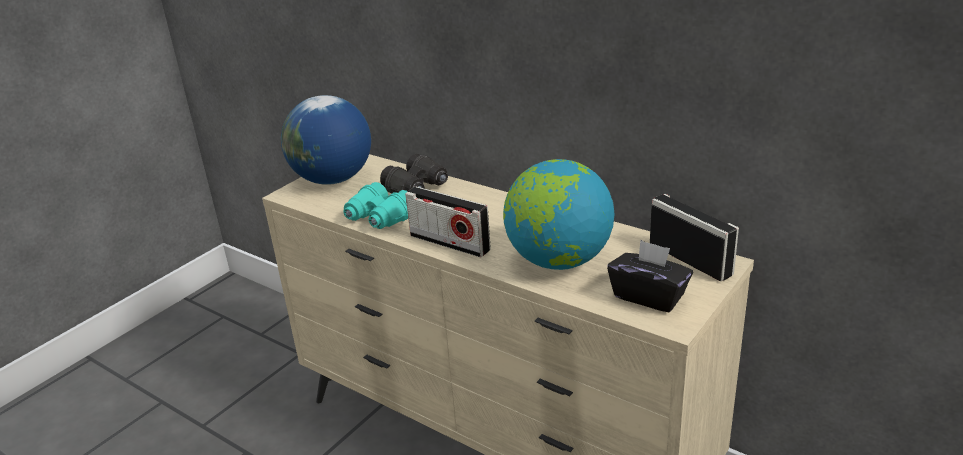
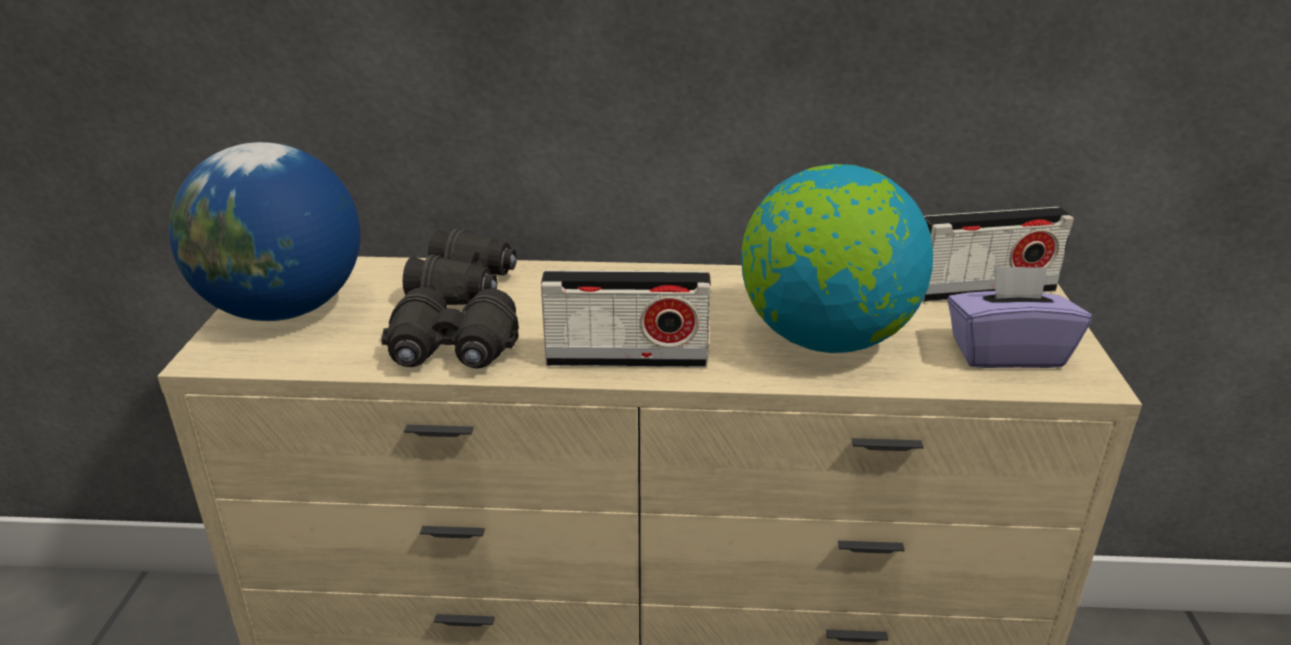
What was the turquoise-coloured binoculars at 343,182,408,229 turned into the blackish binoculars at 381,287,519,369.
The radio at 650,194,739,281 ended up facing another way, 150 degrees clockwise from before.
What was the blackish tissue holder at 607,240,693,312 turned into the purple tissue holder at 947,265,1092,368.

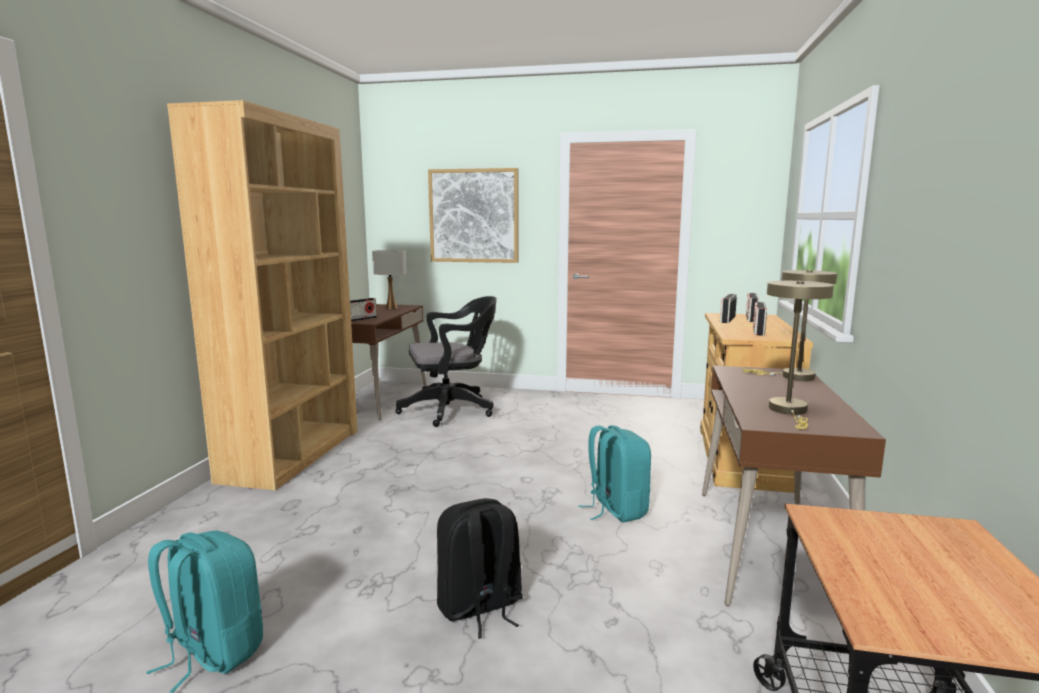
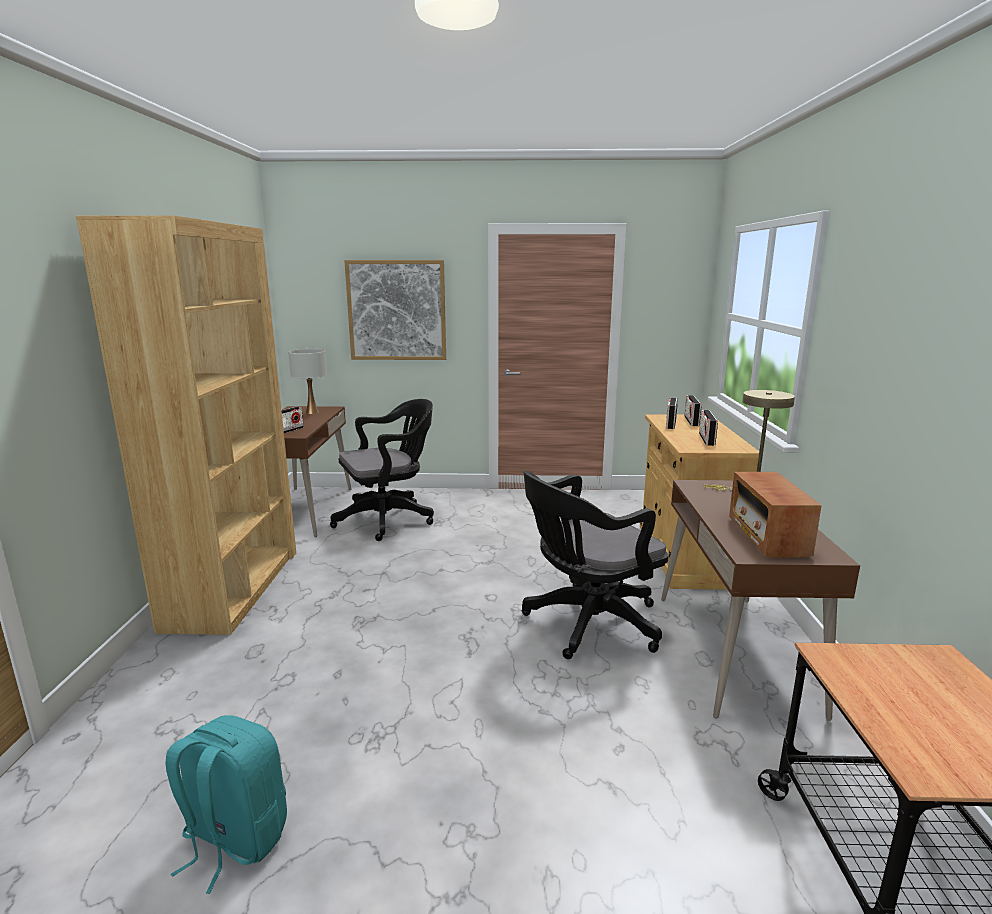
Where the turquoise-coloured rucksack stood at 578,425,651,522, the blackish desk chair came to stand at 522,471,669,659.
Where the beige tabletop lamp stood at 767,281,834,429, the radio came to stand at 729,472,822,557.
The second view lost the blackish rucksack at 437,498,523,639.

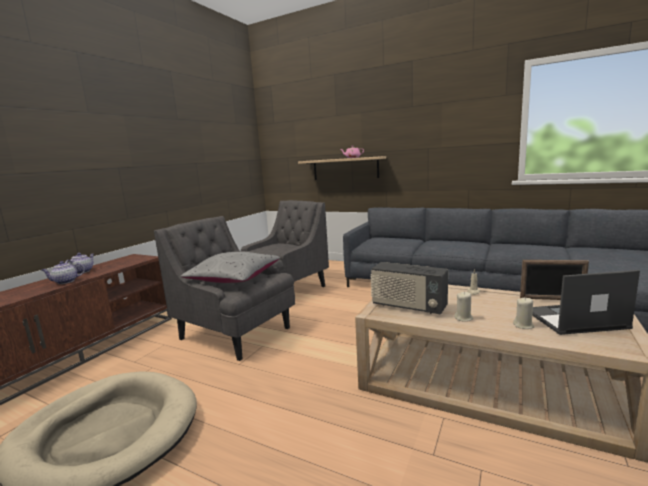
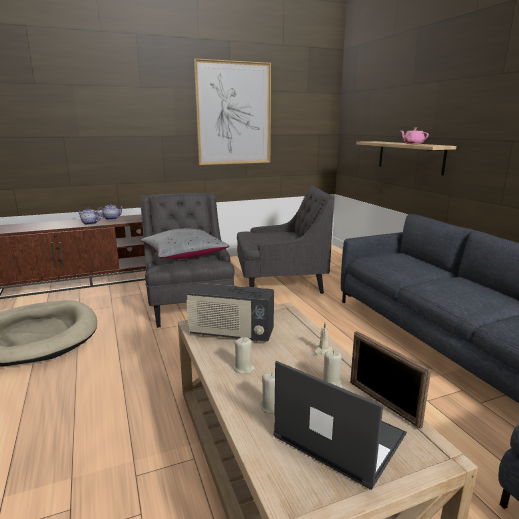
The radio at 371,262,448,314 ended up facing another way, 60 degrees counterclockwise from before.
The second view gained the picture at 194,58,271,165.
The second view gained the beige wax light at 321,350,343,388.

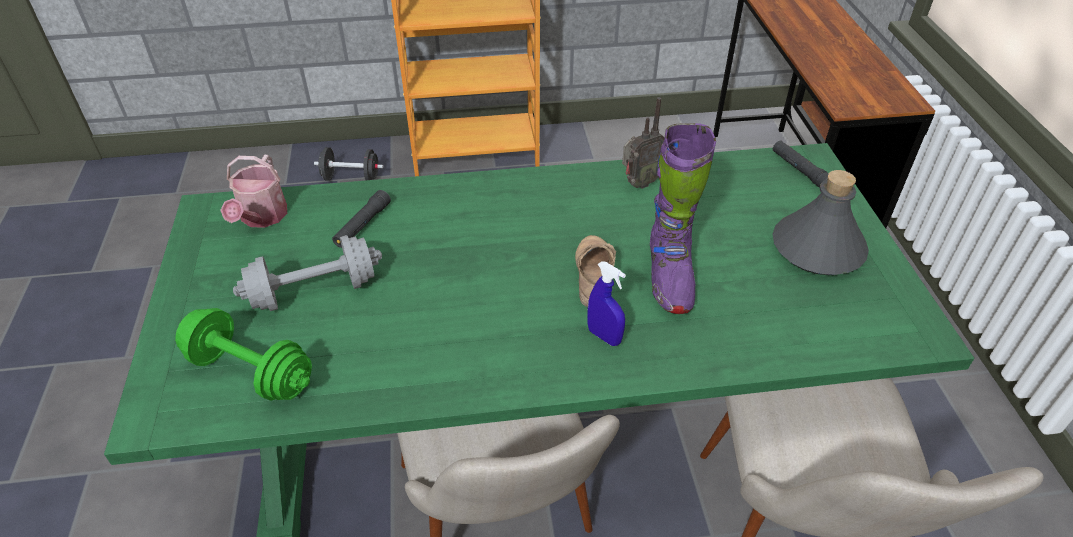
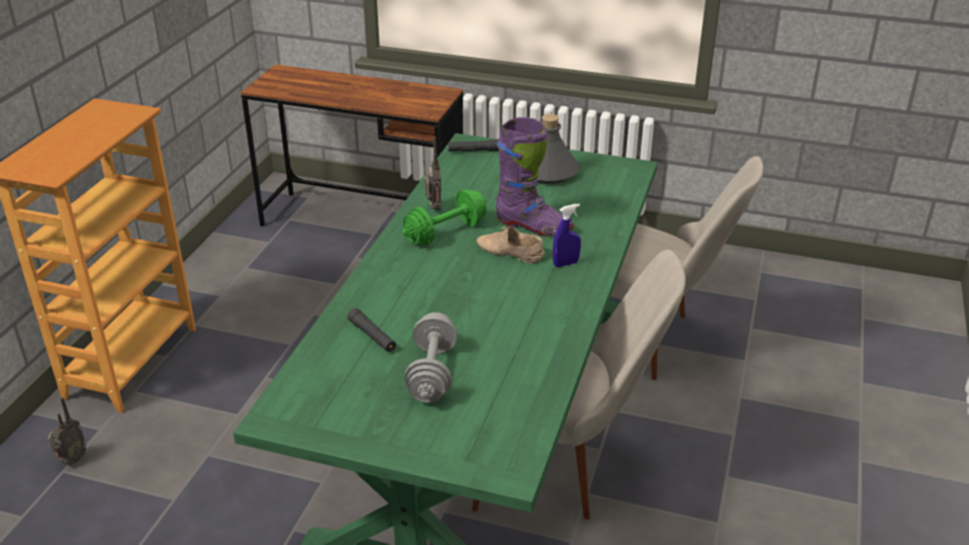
Where the blackish hand weight stood at 314,147,384,181, the radio came to stand at 48,397,86,465.
The green-coloured hand weight ended up elsewhere, having gone from 175,308,312,401 to 402,189,487,244.
The second view lost the watering pot at 220,155,287,228.

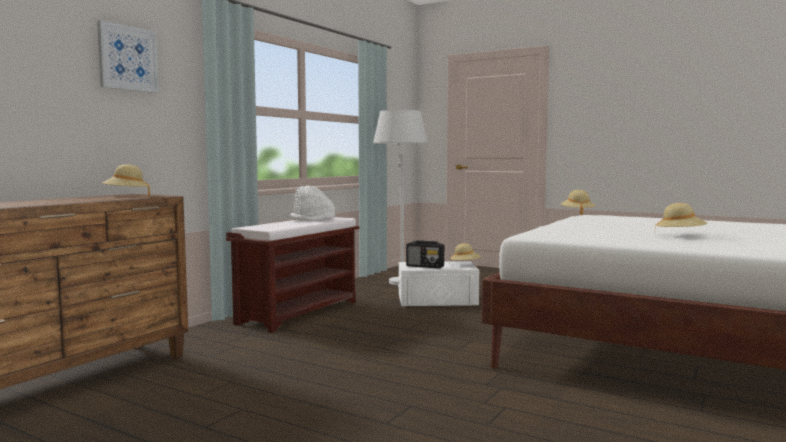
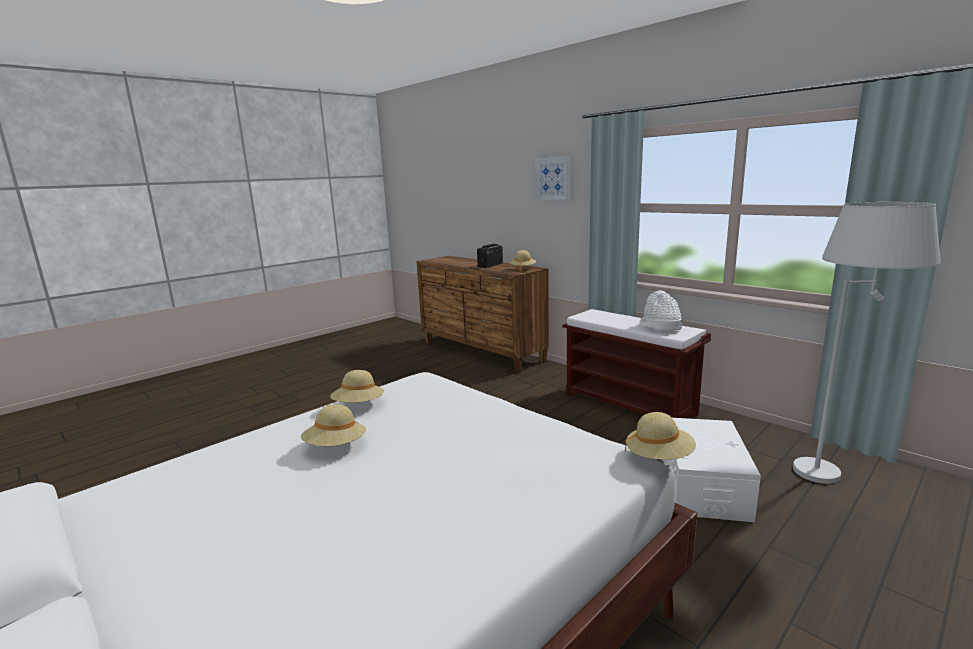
The beige hat ended up elsewhere, having gone from 450,243,481,260 to 330,370,384,403.
The radio ended up elsewhere, having gone from 406,240,444,268 to 477,243,503,268.

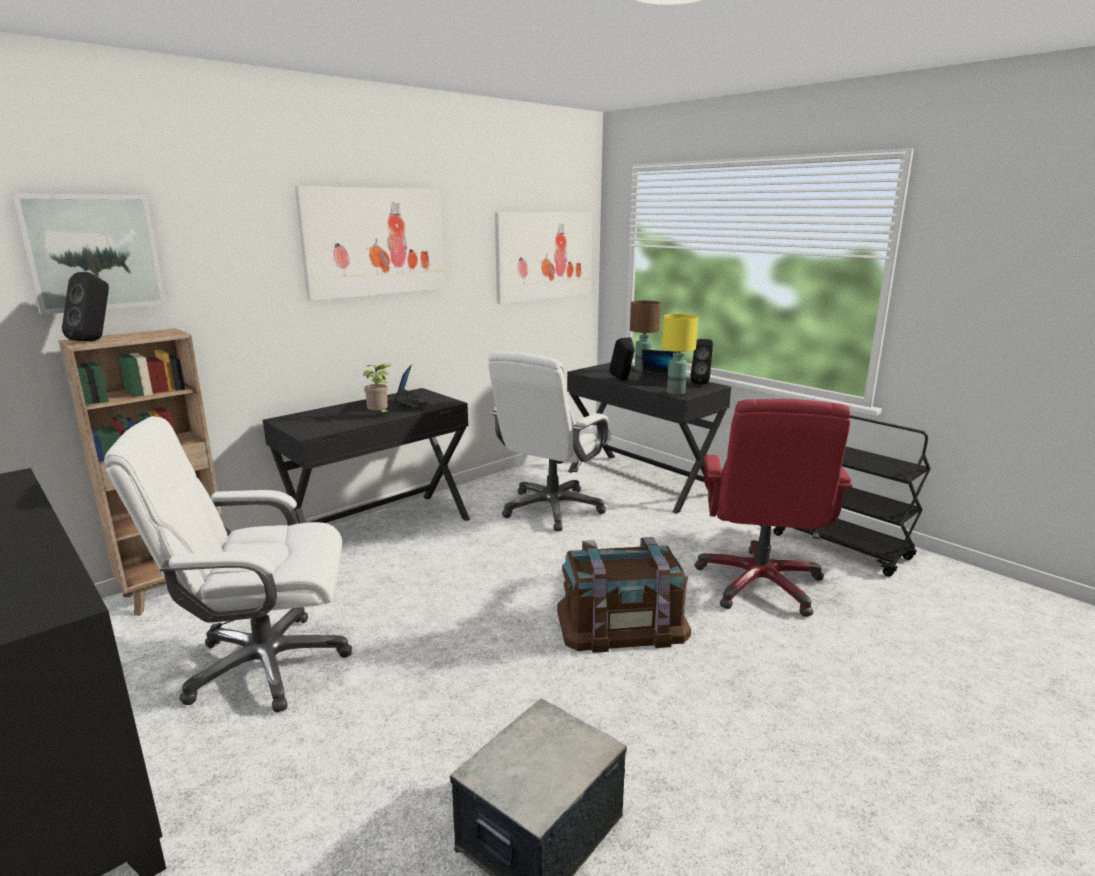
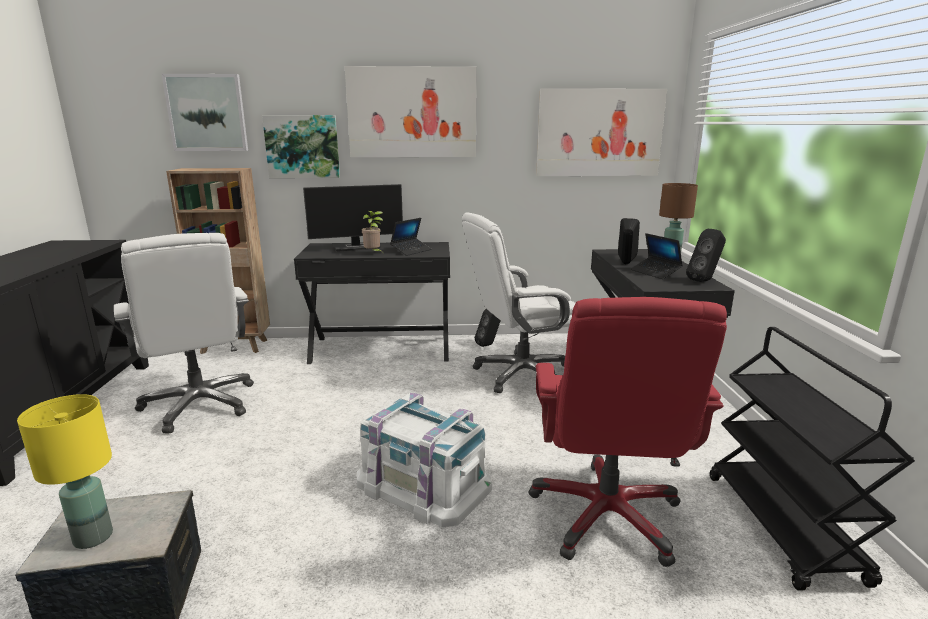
The yellow-coloured tabletop lamp ended up elsewhere, having gone from 662,314,698,395 to 17,394,113,549.
The white desk chair at 104,416,352,713 ended up facing another way, 150 degrees counterclockwise from before.
The second view gained the picture at 262,115,340,178.
The second view gained the monitor at 303,184,403,252.
What was the brownish storage box at 557,537,691,653 turned into the white storage box at 357,393,492,527.
The blackish audio speaker ended up elsewhere, having gone from 62,272,109,341 to 475,309,501,347.
The red desk chair at 694,399,852,617 ended up facing another way, 45 degrees counterclockwise from before.

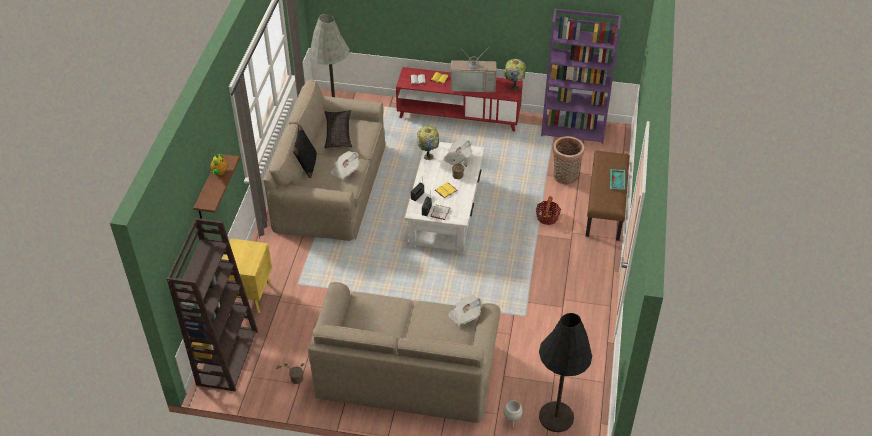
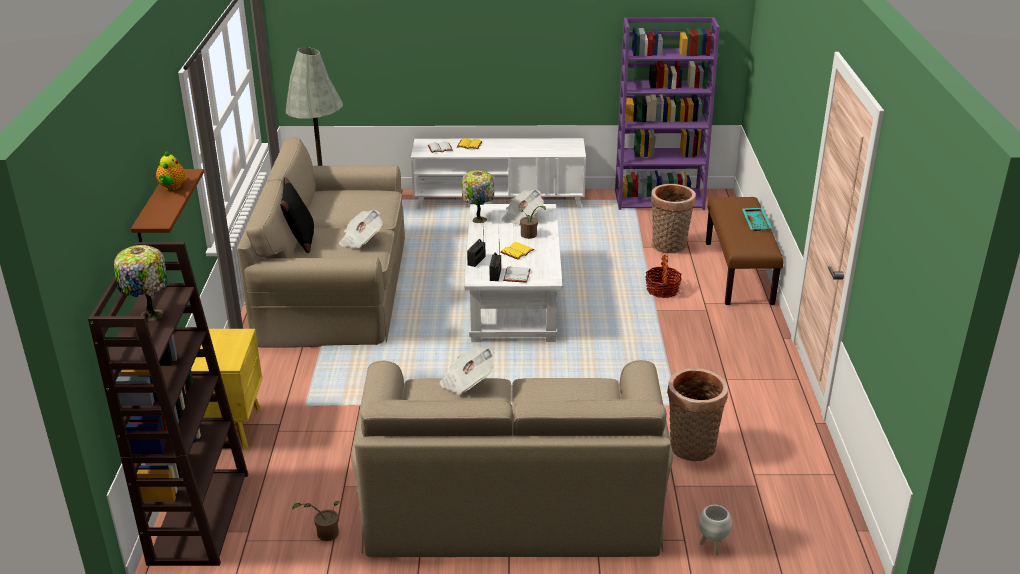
The tabletop lamp ended up elsewhere, having gone from 504,59,526,90 to 114,245,167,321.
What was the red tv stand at 396,67,523,131 turned into the white tv stand at 411,138,586,209.
The daily paper ended up elsewhere, having gone from 448,295,483,326 to 439,346,494,395.
The second view gained the storage basket at 667,368,728,461.
The second view lost the throw pillow at 324,110,352,149.
The second view lost the TV at 451,46,497,92.
The second view lost the blackish standard lamp at 539,313,592,432.

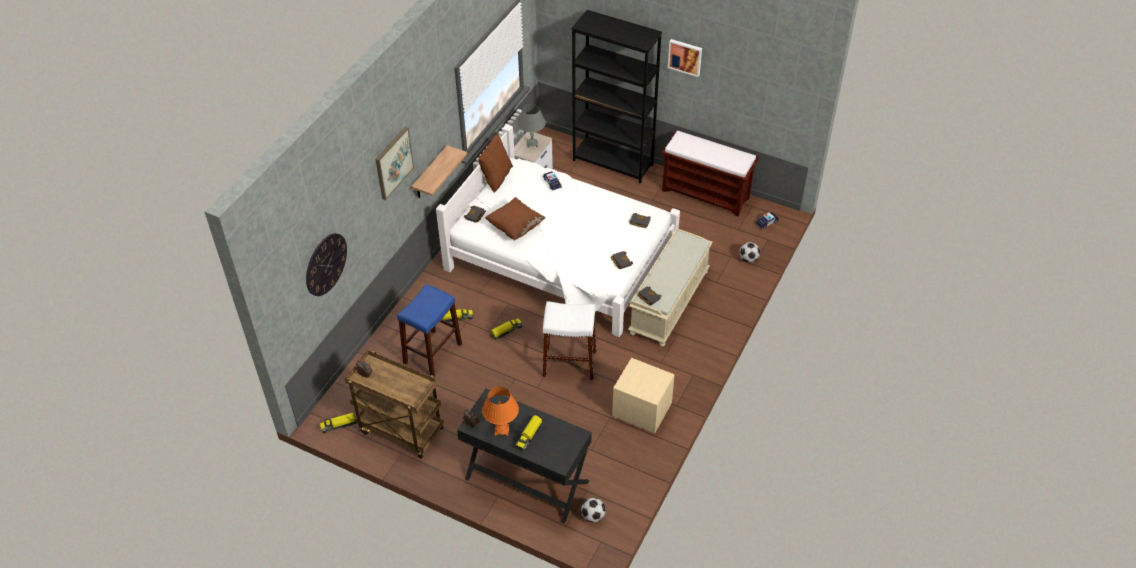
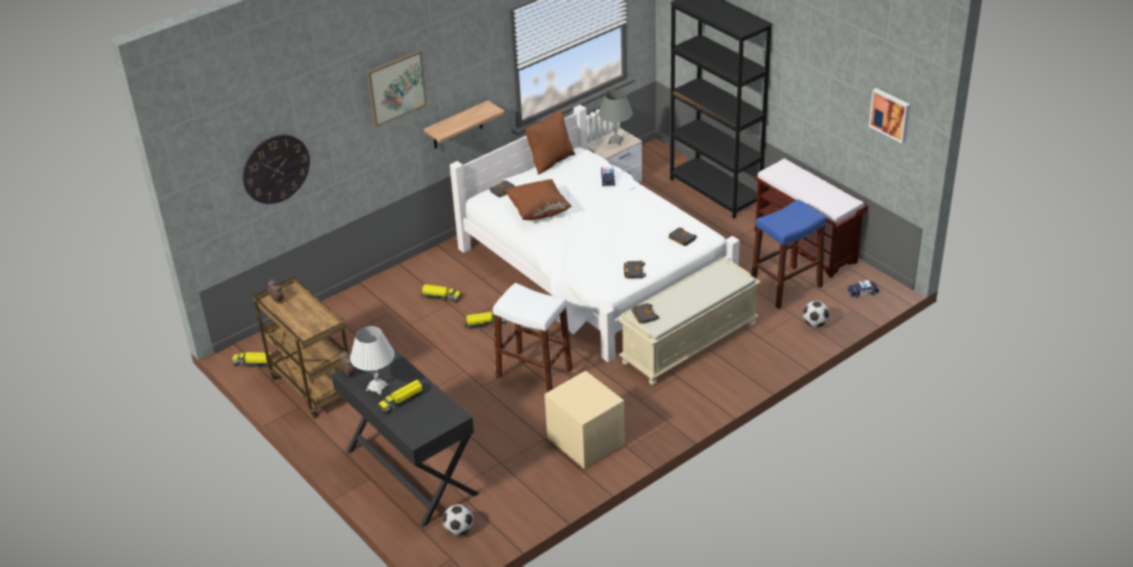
What was the orange-coloured tabletop lamp at 482,387,519,436 turned into the white tabletop lamp at 350,326,395,395.
The blue stool seat ended up elsewhere, having gone from 397,284,462,377 to 751,199,826,309.
The picture ended up elsewhere, having gone from 668,39,702,77 to 869,88,910,143.

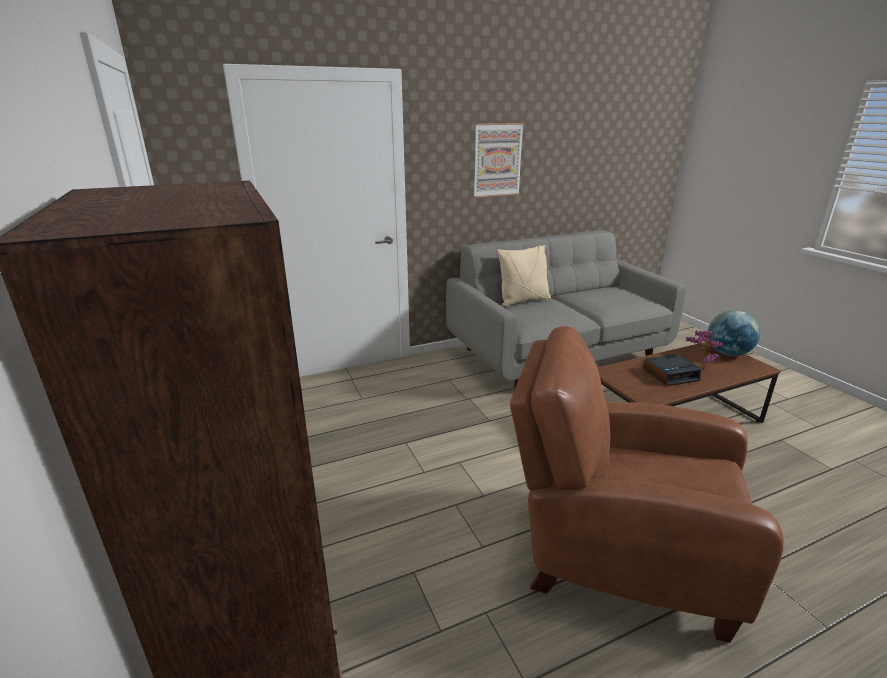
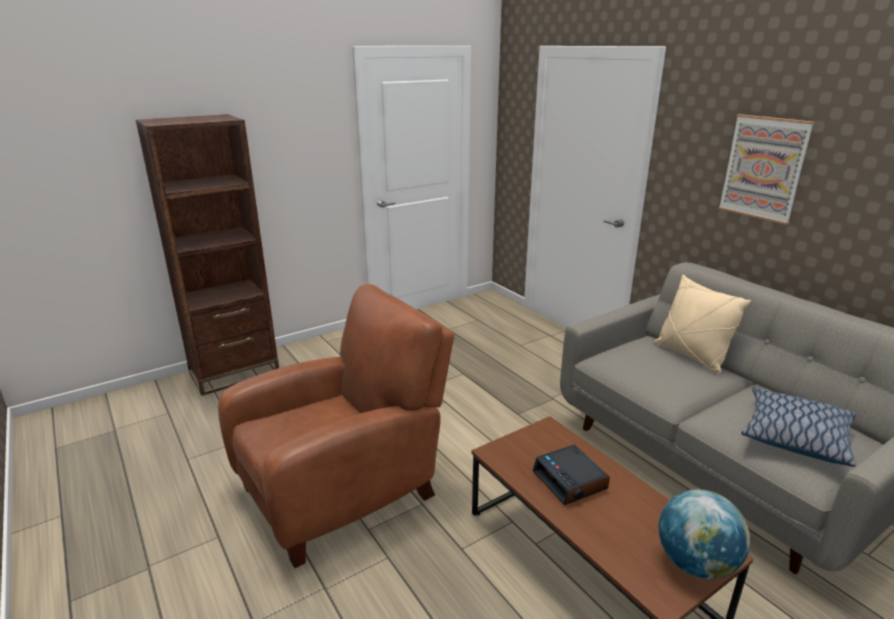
The brownish lounge chair at 510,326,784,643 ended up facing another way, 45 degrees clockwise from before.
The second view gained the throw pillow at 741,388,856,467.
The second view lost the houseplant at 686,330,723,369.

